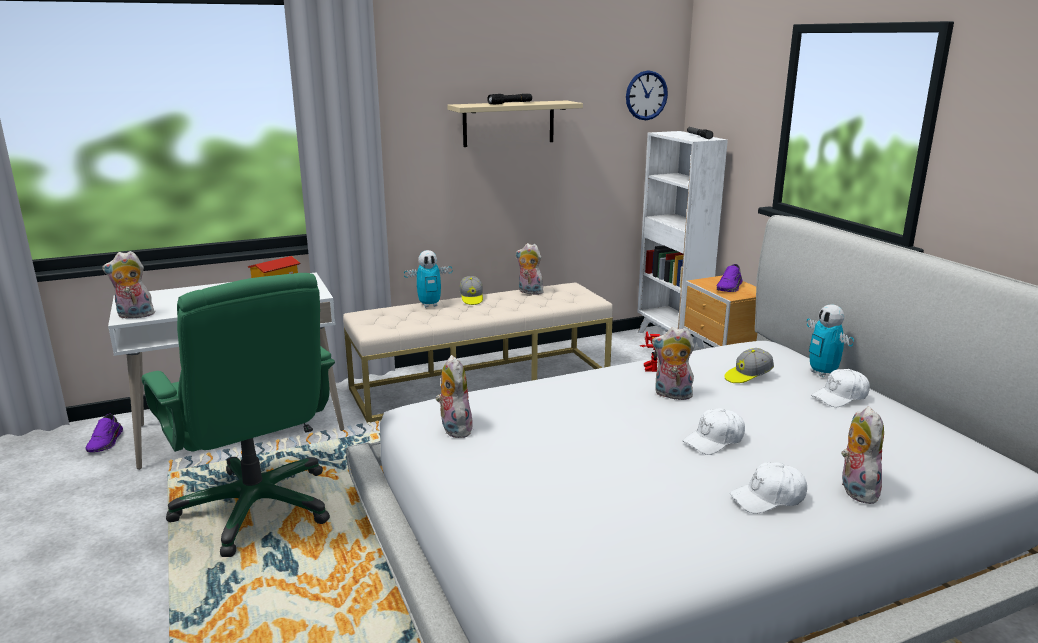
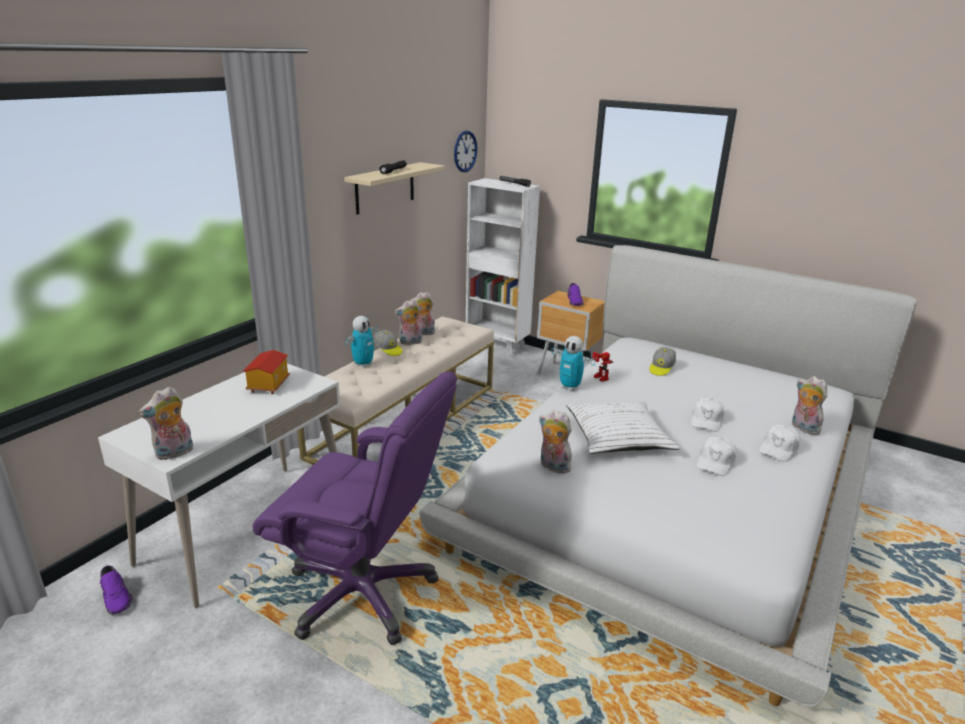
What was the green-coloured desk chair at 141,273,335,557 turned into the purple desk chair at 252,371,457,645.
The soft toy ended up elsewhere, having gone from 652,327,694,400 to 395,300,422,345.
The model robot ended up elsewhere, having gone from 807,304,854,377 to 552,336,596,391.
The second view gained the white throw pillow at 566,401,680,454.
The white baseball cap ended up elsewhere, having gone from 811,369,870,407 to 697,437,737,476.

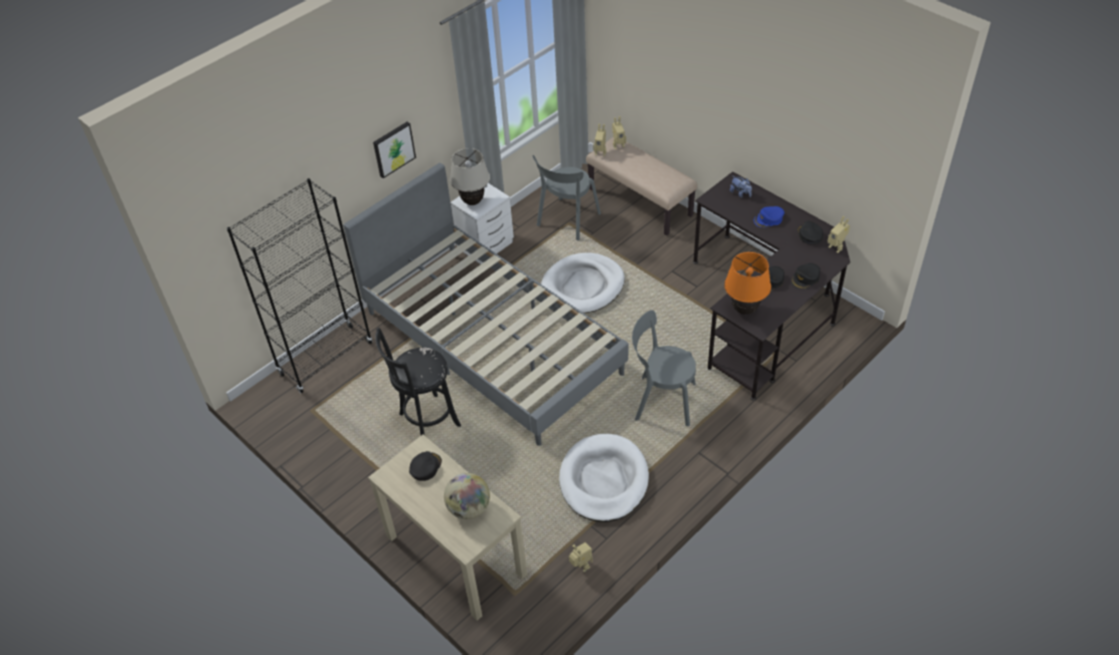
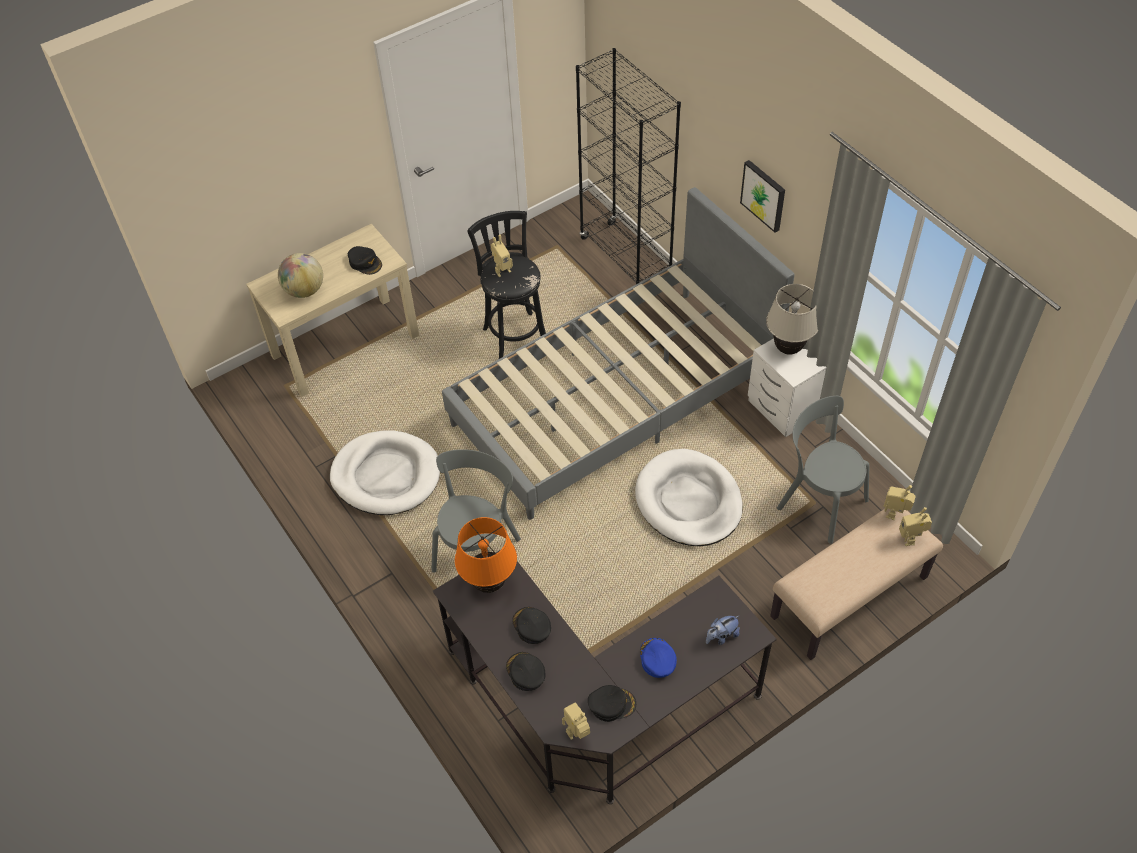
The model robot ended up elsewhere, having gone from 569,542,593,572 to 491,235,513,277.

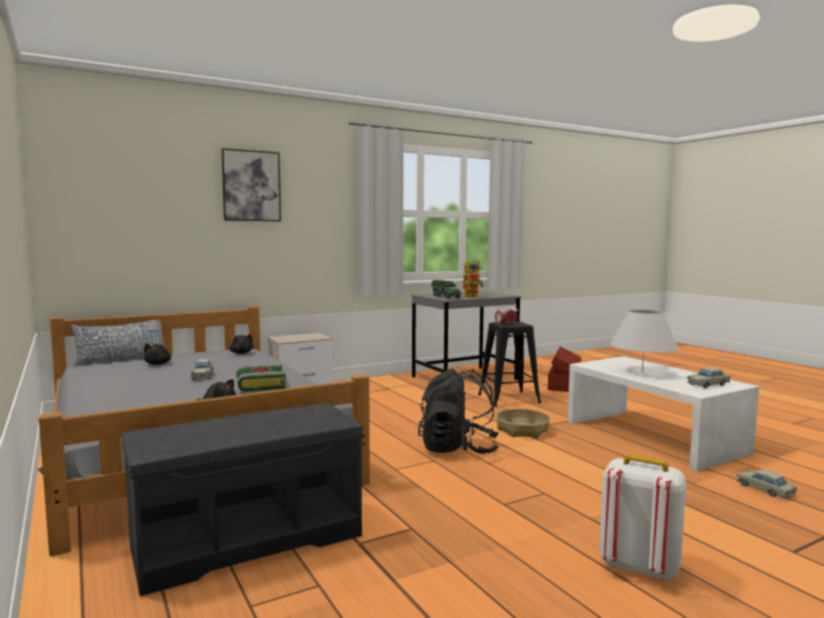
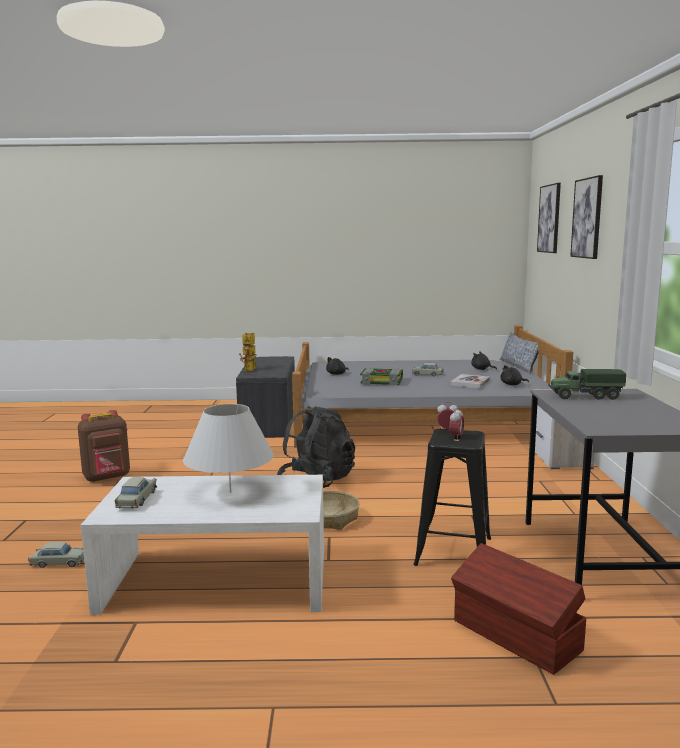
What was the white rucksack at 599,455,686,580 turned into the brownish rucksack at 78,410,130,482.
The model robot ended up elsewhere, having gone from 462,260,484,298 to 239,333,257,371.
The second view gained the bound book at 450,374,490,388.
The second view gained the picture at 537,183,561,253.

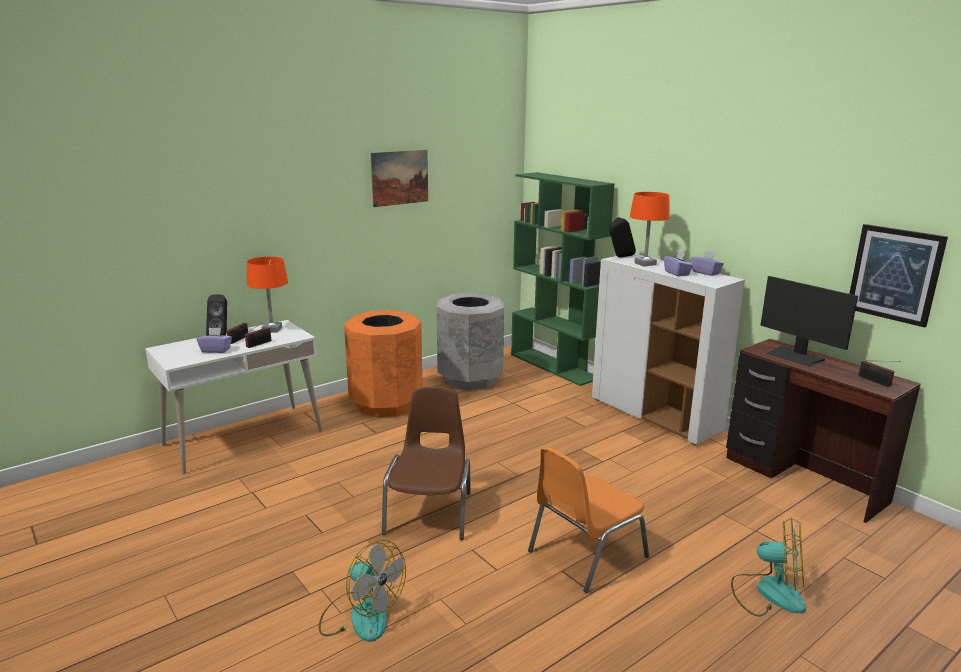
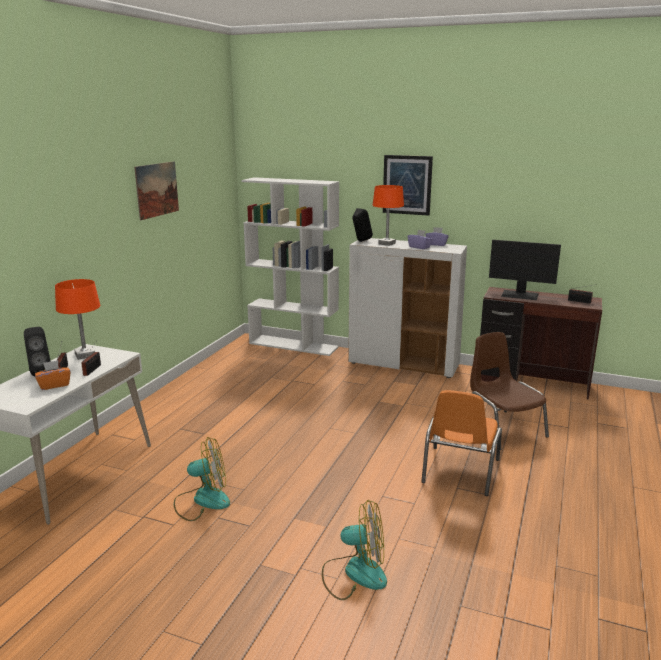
What was the purple tissue holder at 196,328,232,353 turned into the orange-coloured tissue holder at 35,360,71,390.
The cooling fan ended up elsewhere, having gone from 731,517,806,616 to 174,437,230,521.
What was the green-coloured bookshelf at 511,172,615,386 turned into the white bookshelf at 241,177,339,356.
The picture ended up elsewhere, having gone from 849,224,948,328 to 383,155,433,216.
The brownish upright chair ended up elsewhere, having gone from 382,387,471,540 to 470,332,549,450.
The second view lost the orange-coloured waste bin at 344,310,423,417.
The second view lost the grey waste bin at 437,293,504,391.

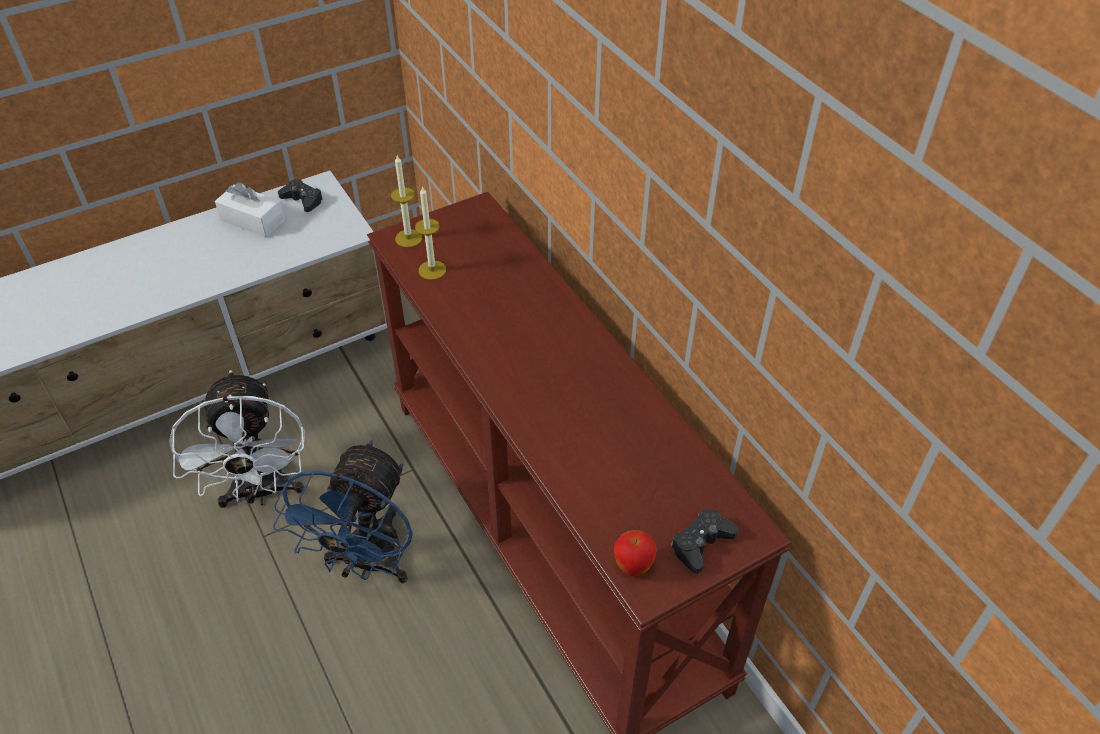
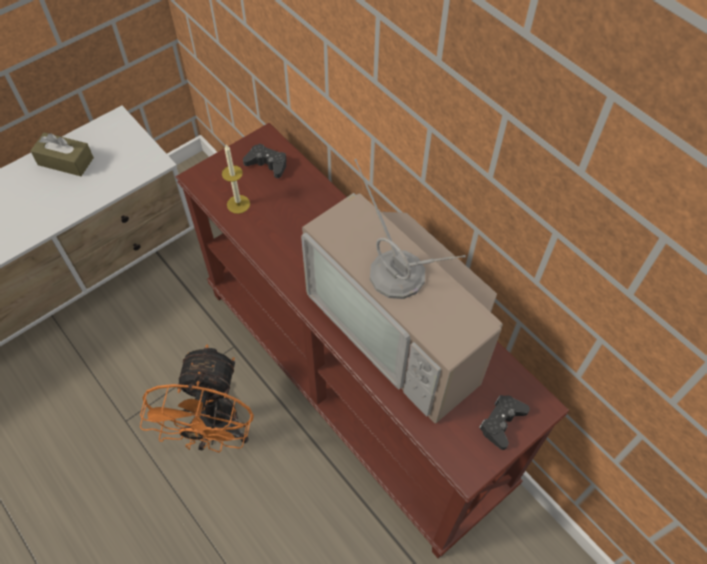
What was the white tissue holder at 215,182,285,237 turned into the brownish tissue holder at 30,132,94,176.
What was the blue cooling fan at 273,440,413,583 turned into the orange-coloured cooling fan at 140,344,254,453.
The blackish joypad ended up elsewhere, having gone from 278,179,323,212 to 243,143,287,178.
The second view gained the TV at 301,159,503,424.
The second view lost the white cooling fan at 169,370,305,508.
The second view lost the wax light at 391,155,422,247.
The second view lost the apple fruit at 614,530,657,577.

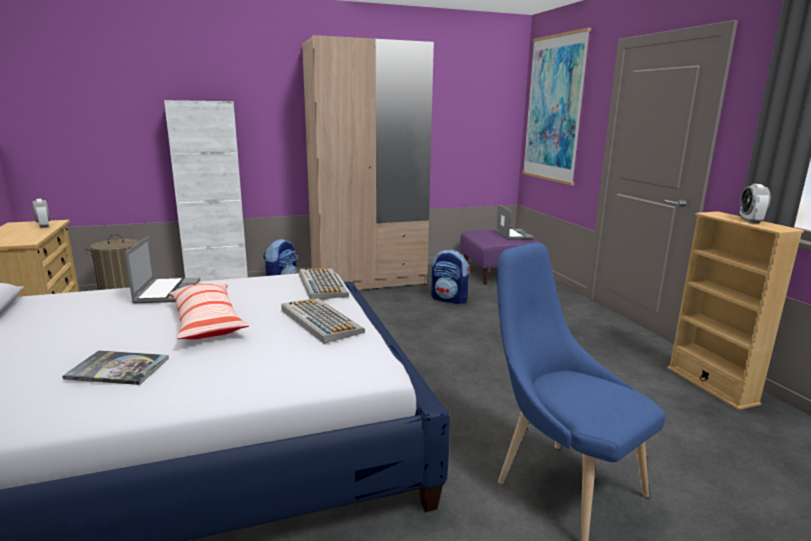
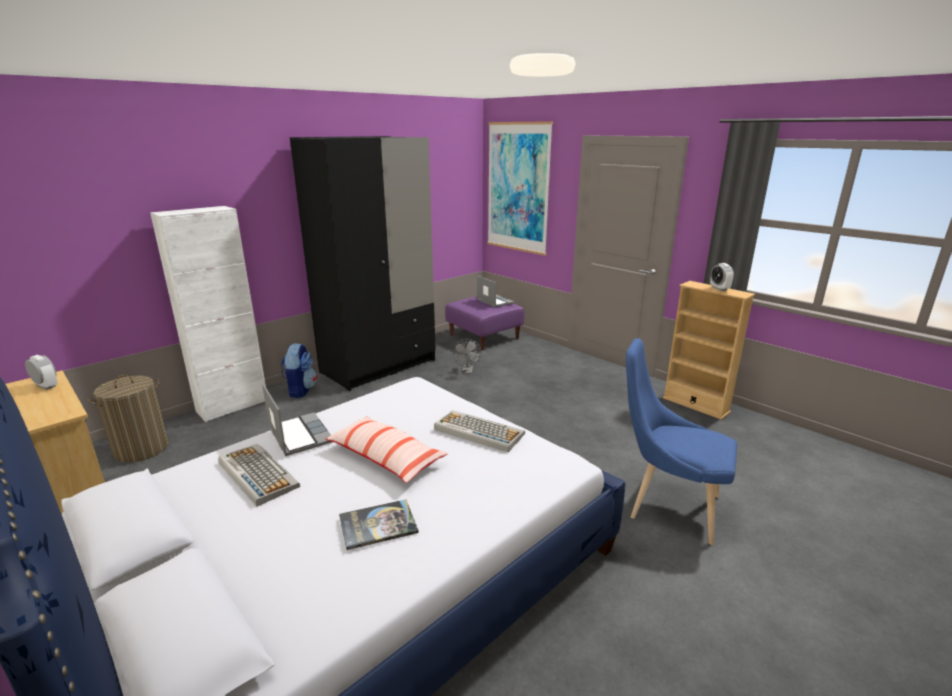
The computer keyboard ended up elsewhere, having gone from 299,268,349,299 to 218,444,300,506.
What was the beige wardrobe at 302,35,434,290 turned into the blackish wardrobe at 290,136,436,391.
Where the rucksack stood at 431,250,470,304, the grey cooling fan came to stand at 453,339,481,374.

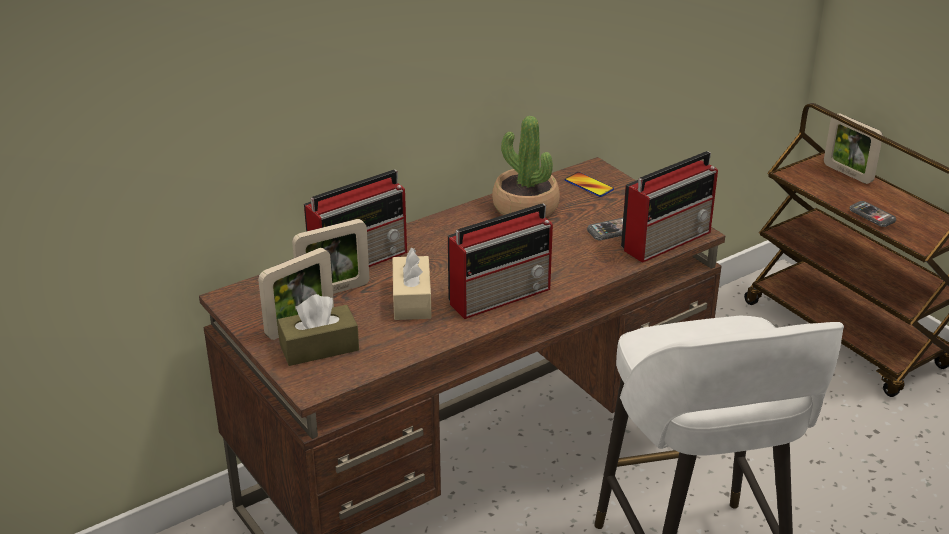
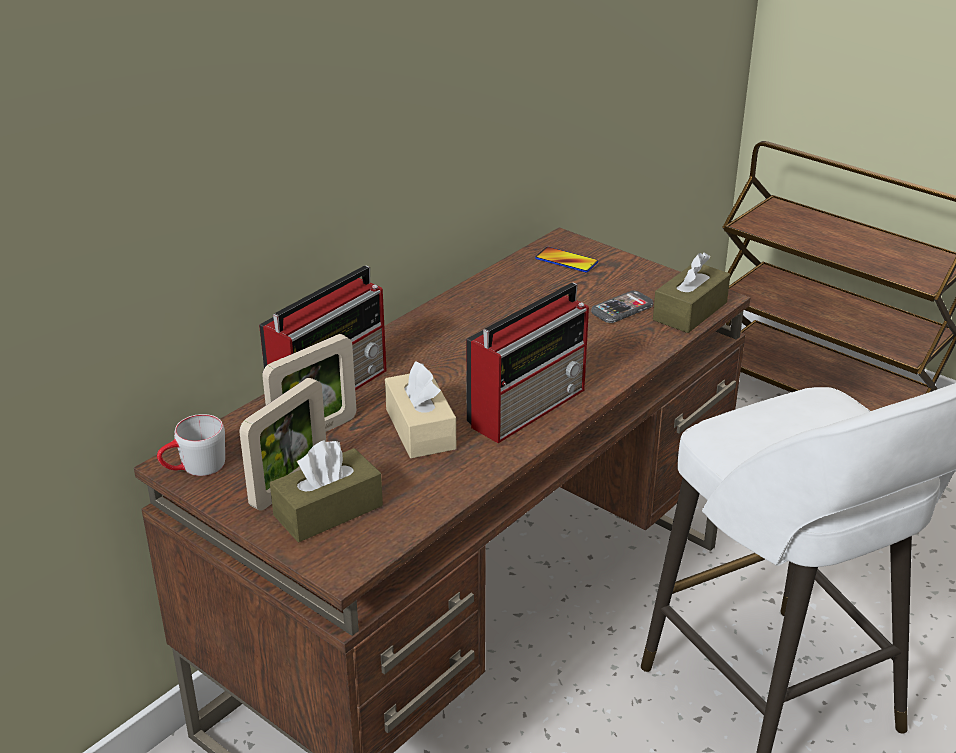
The second view gained the grey tea mug at 157,414,225,476.
Where the radio stood at 621,151,718,263, the brownish tissue holder came to stand at 653,252,731,333.
The second view lost the houseplant at 492,116,560,217.
The second view lost the standing frame at 824,113,883,184.
The second view lost the phone at 850,201,896,227.

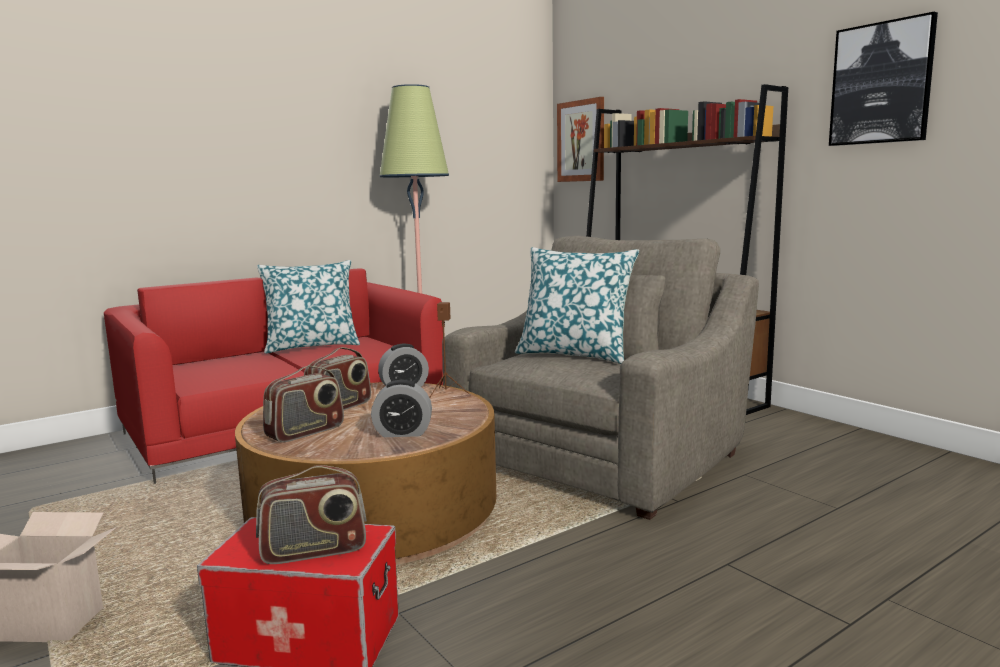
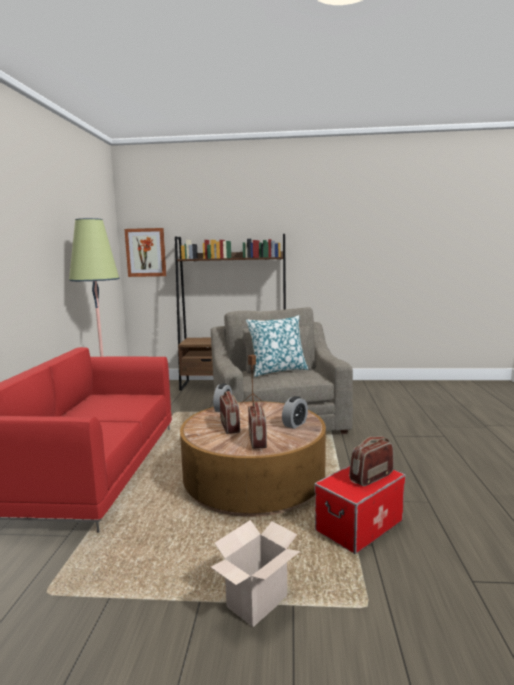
The radio at 256,465,367,564 ended up facing another way, 150 degrees counterclockwise from before.
The second view lost the throw pillow at 257,260,360,354.
The second view lost the picture at 829,12,938,146.

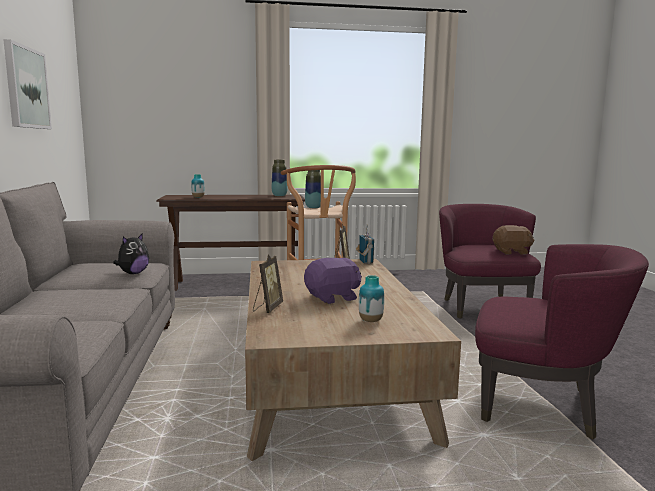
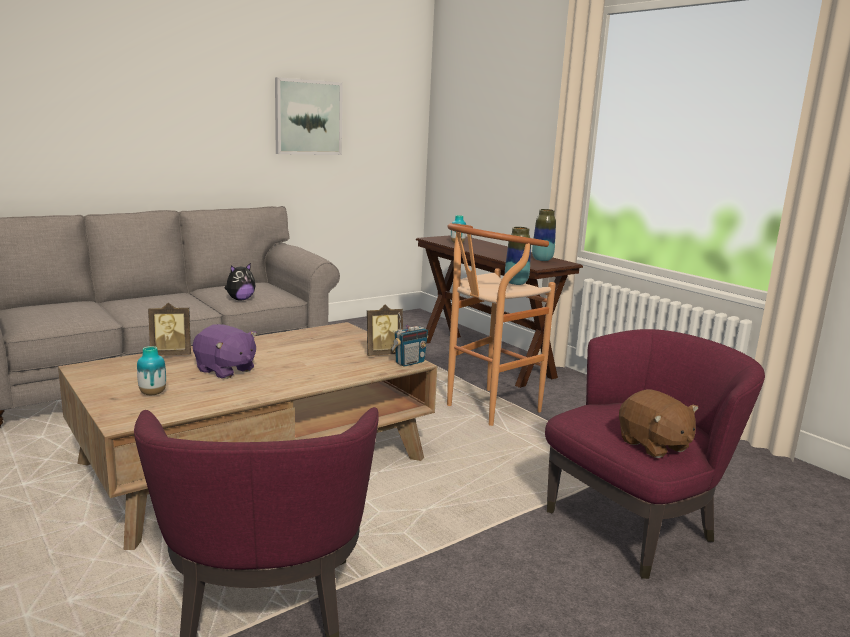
The soft toy at 113,233,149,274 ended up facing another way, 45 degrees counterclockwise from before.

